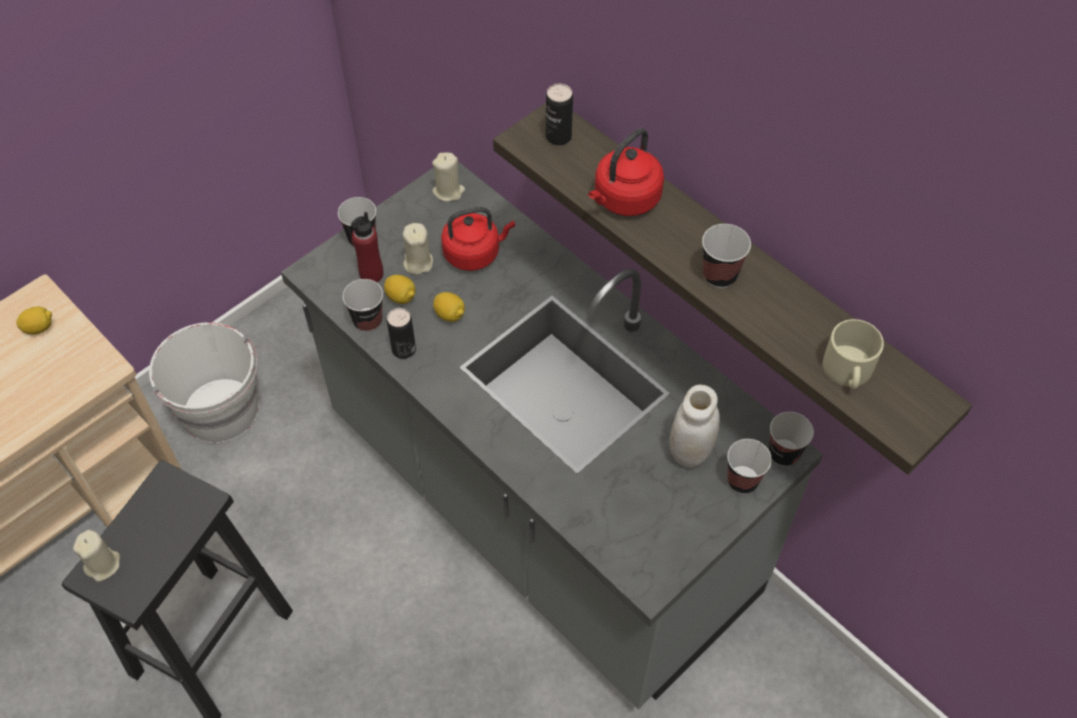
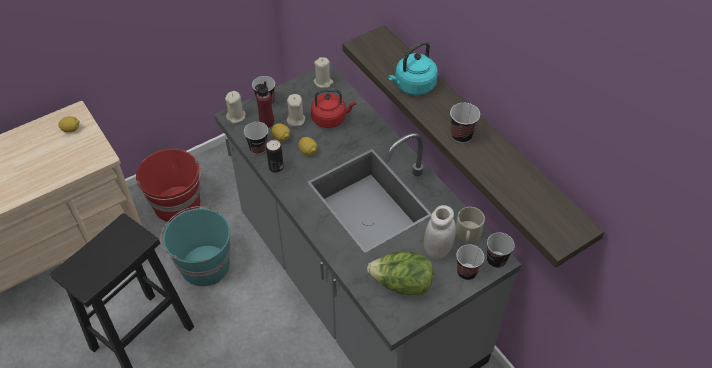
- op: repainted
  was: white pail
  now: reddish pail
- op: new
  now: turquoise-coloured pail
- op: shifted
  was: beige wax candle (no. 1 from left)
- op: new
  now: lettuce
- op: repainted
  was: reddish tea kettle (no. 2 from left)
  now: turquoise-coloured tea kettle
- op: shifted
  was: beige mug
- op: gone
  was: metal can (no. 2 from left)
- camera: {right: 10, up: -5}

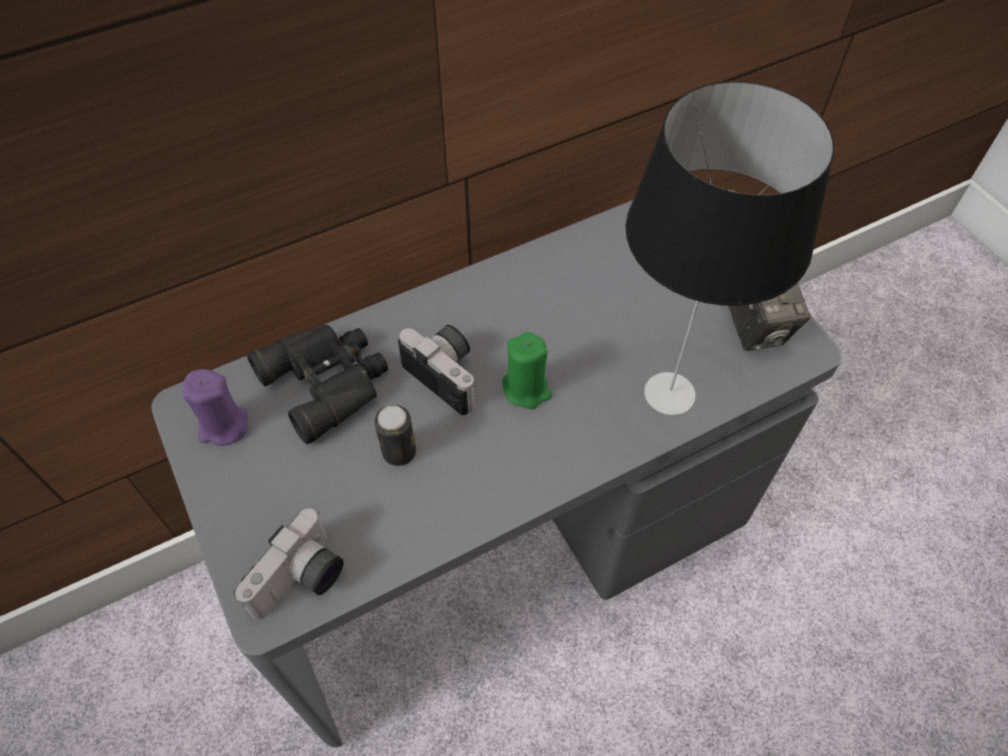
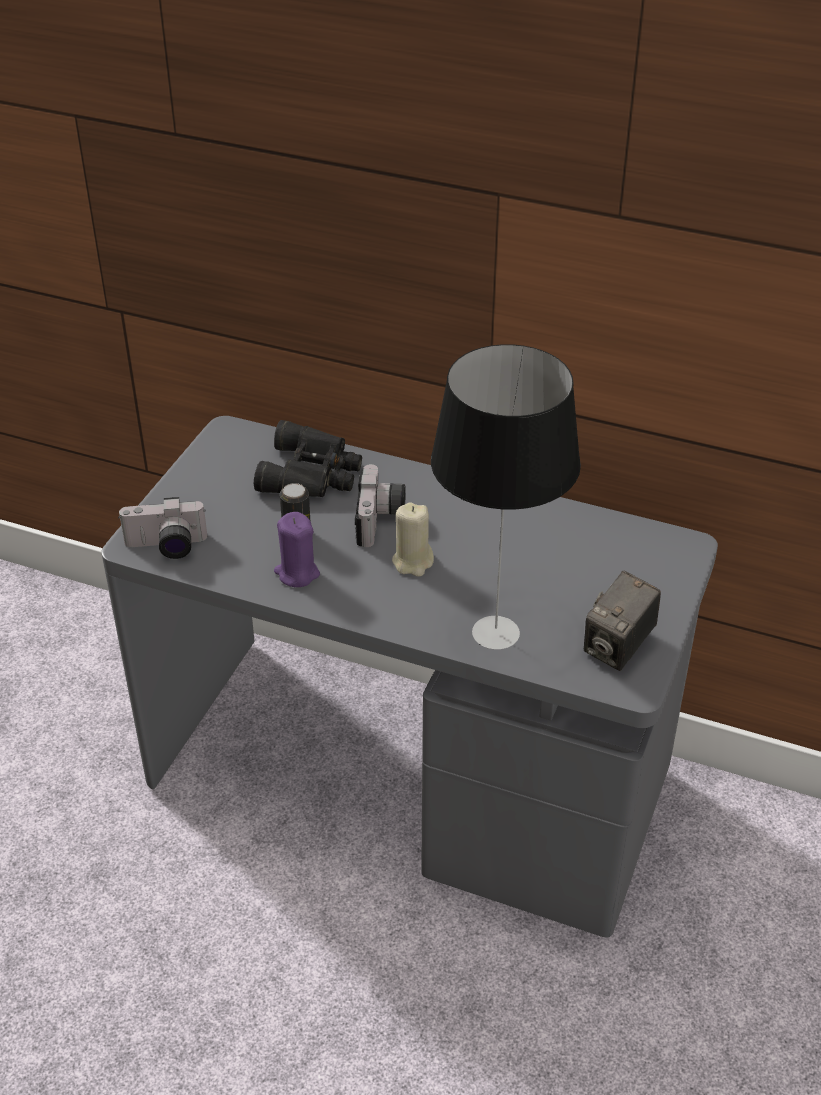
- op: shifted
  was: purplish wax candle
- op: repainted
  was: greenish wax candle
  now: beige wax candle
- camera: {right: 50, up: -15}

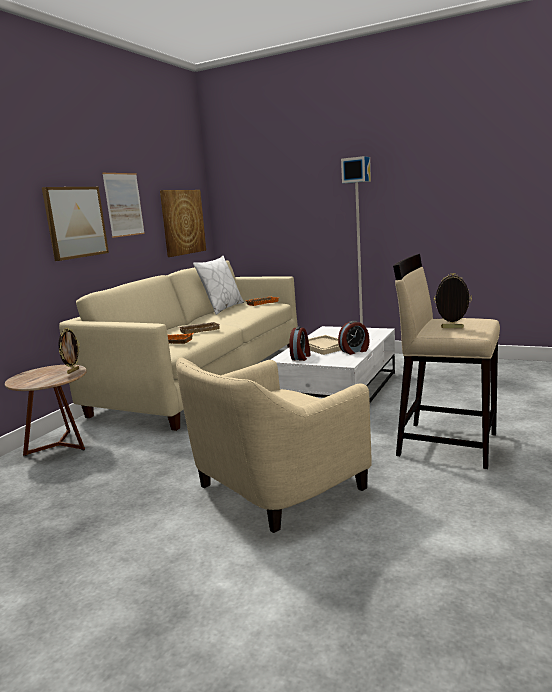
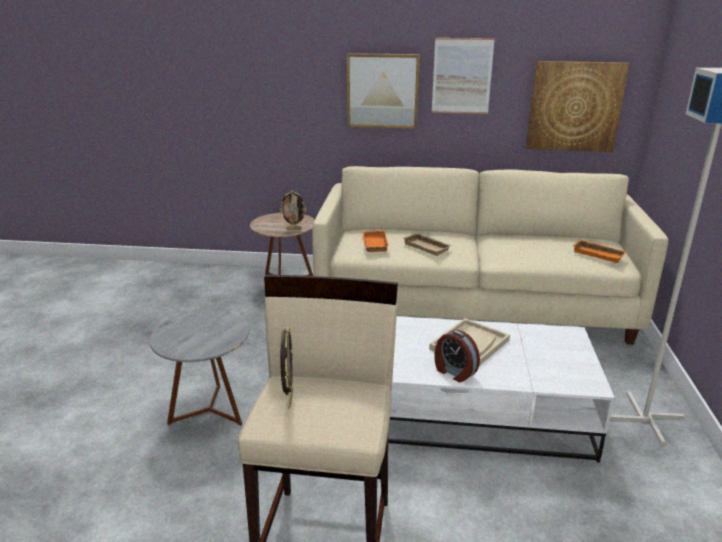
- op: swapped
  was: beige easy chair
  now: greyish side table
- op: gone
  was: white cushion
- op: gone
  was: alarm clock (no. 1 from left)
- camera: {right: 70, up: 10}

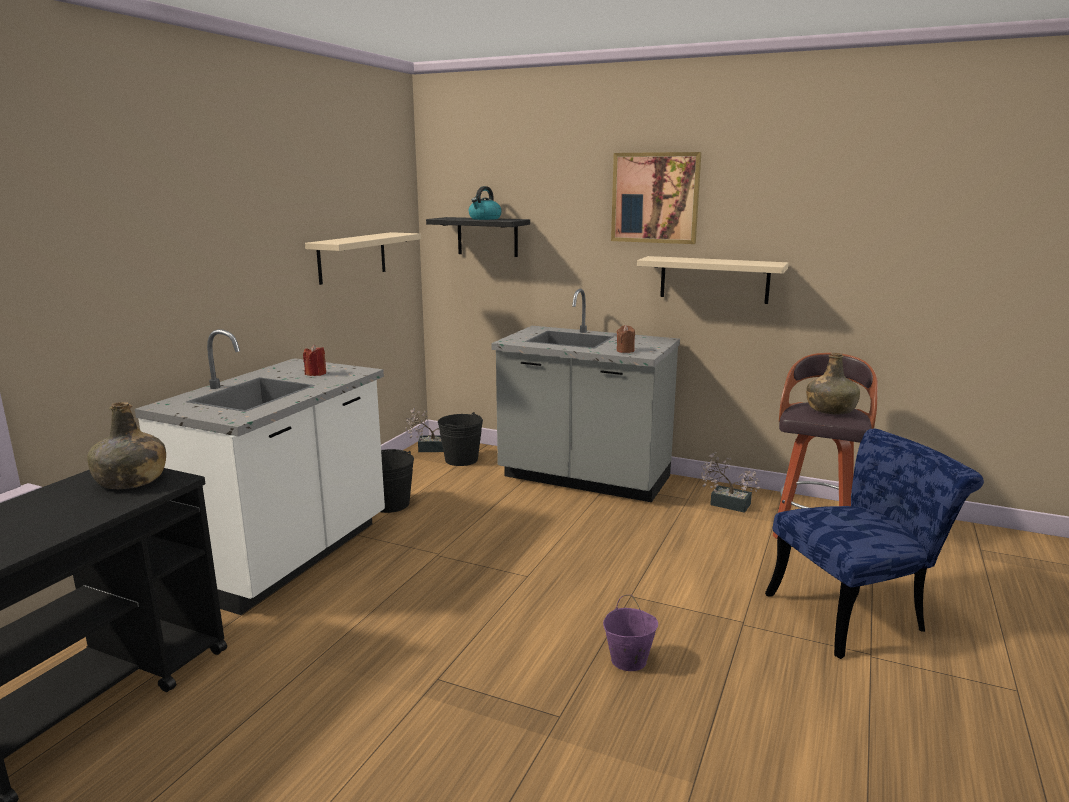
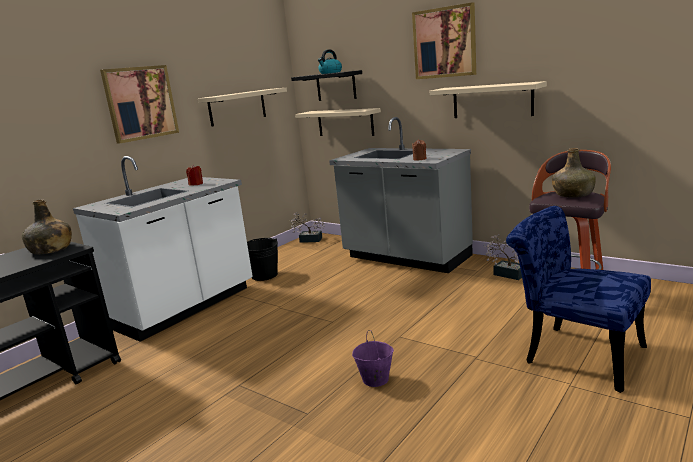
- op: new
  now: picture (no. 1 from left)
- op: new
  now: beige shelf (no. 2 from left)
- op: rotated
  was: blue-coloured plain chair
  clockwise: -135
- op: gone
  was: black pail (no. 2 from left)
- camera: {right: 15, up: 0}

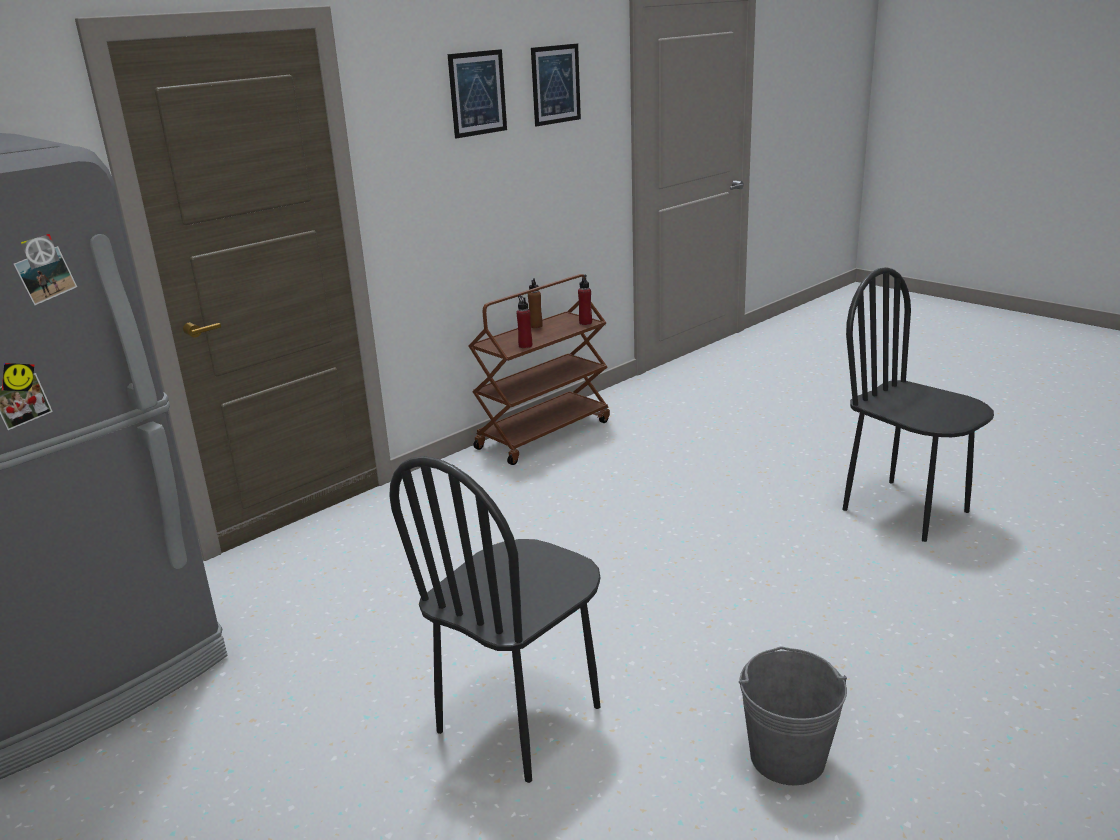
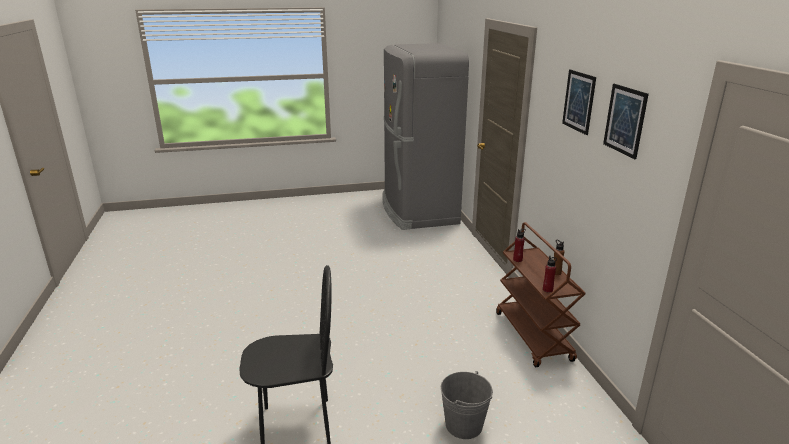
- op: shifted
  was: greyish pail
- op: gone
  was: black plain chair (no. 1 from left)
- camera: {right: 120, up: 0}

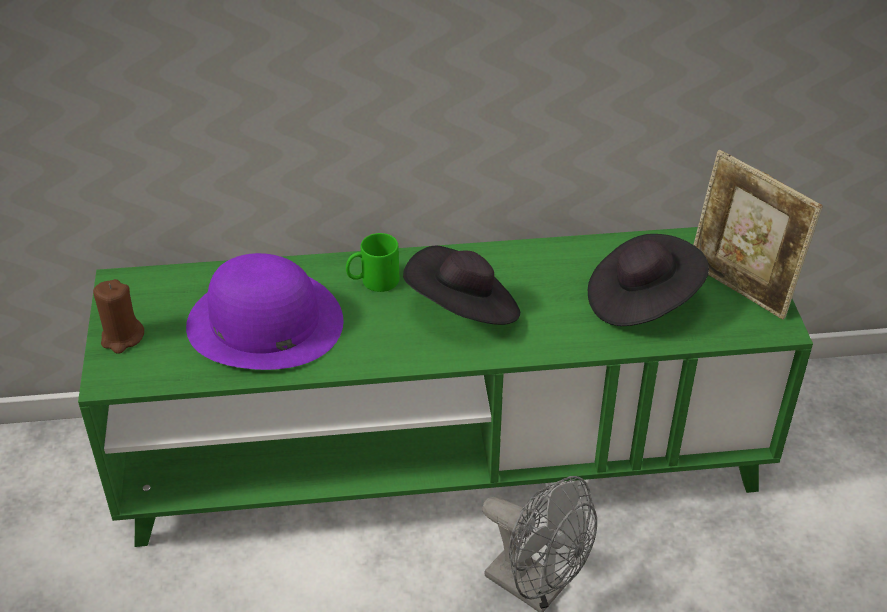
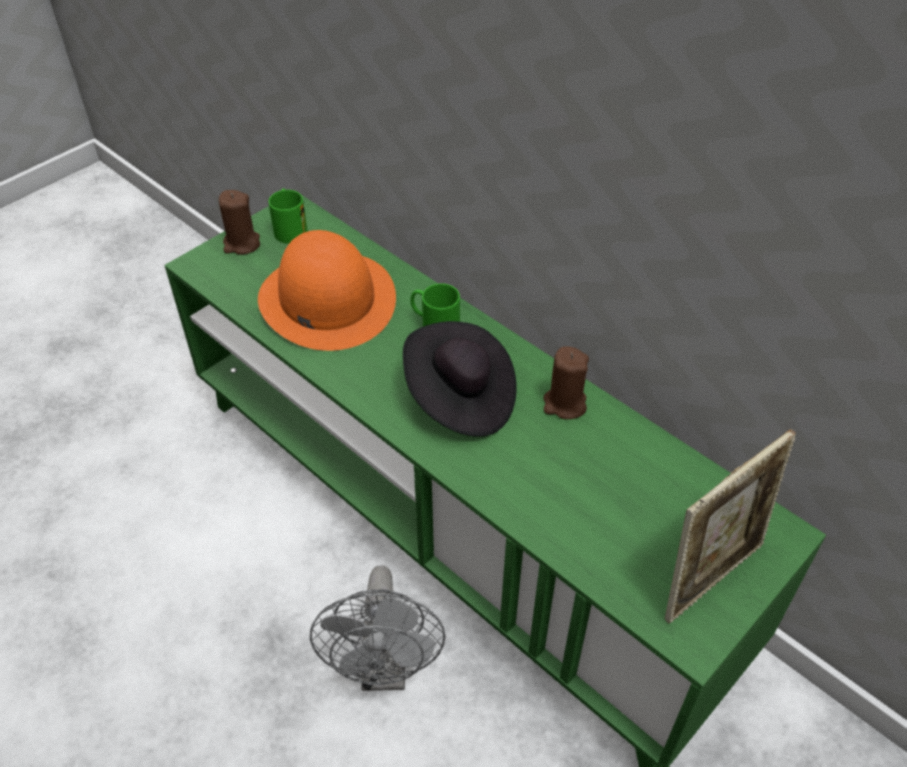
- op: repainted
  was: purplish wearable hat
  now: orange-coloured wearable hat
- op: new
  now: greenish mug (no. 1 from left)
- op: new
  now: brownish wax candle (no. 2 from left)
- op: rotated
  was: standing frame
  clockwise: -135
- op: gone
  was: black wearable hat (no. 2 from left)
- camera: {right: 50, up: 5}

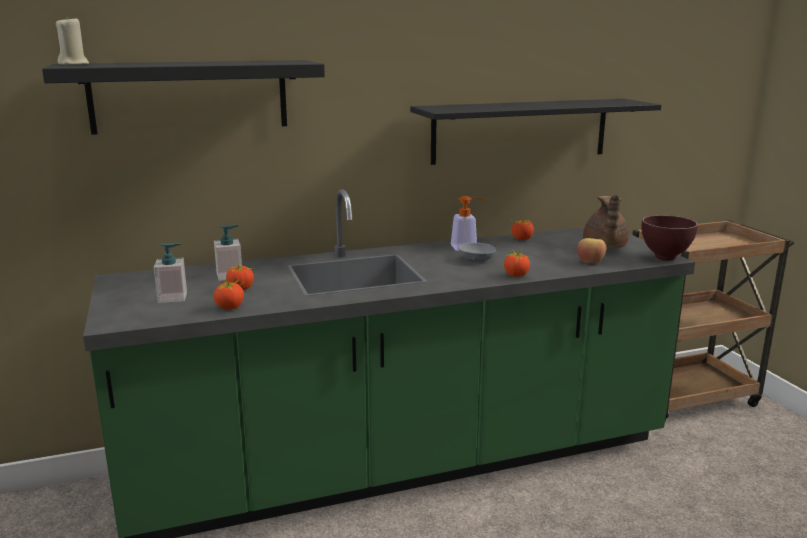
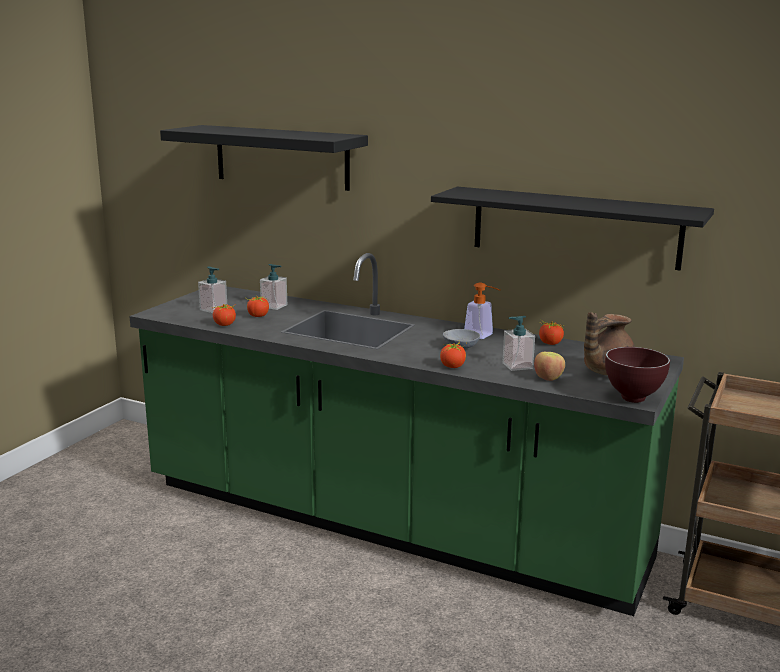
- op: new
  now: soap dispenser (no. 4 from left)
- op: gone
  was: beige wax candle
- camera: {right: 45, up: 0}

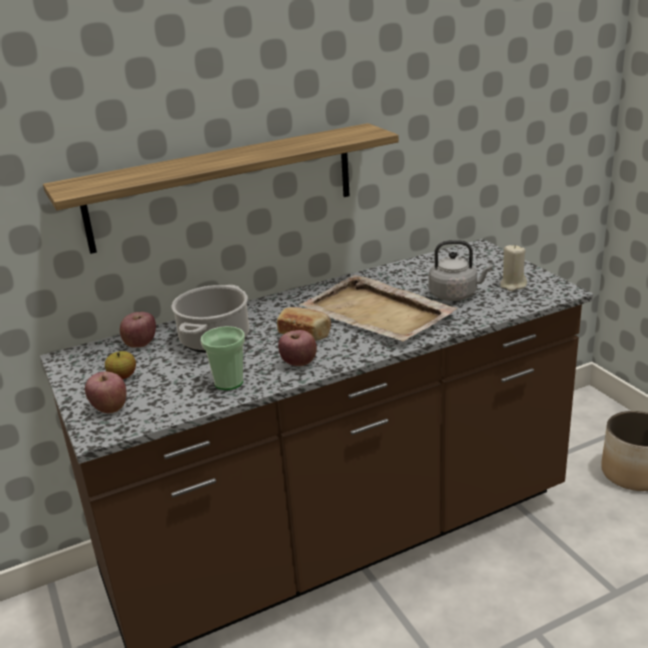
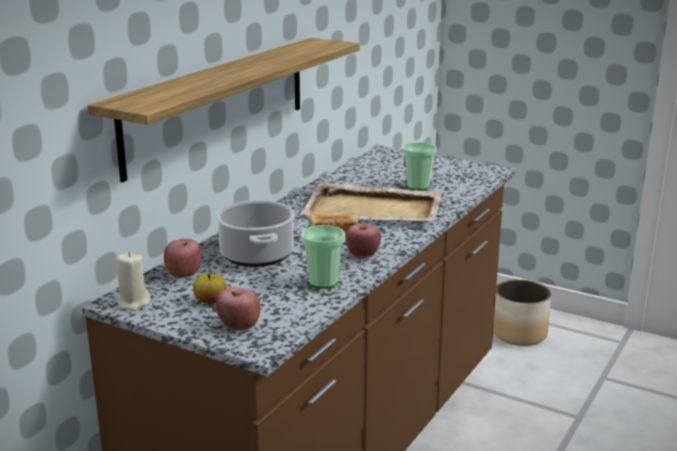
- op: shifted
  was: beige wax candle
- op: swapped
  was: greyish tea kettle
  now: small cup (no. 2 from left)
- camera: {right: -35, up: -5}

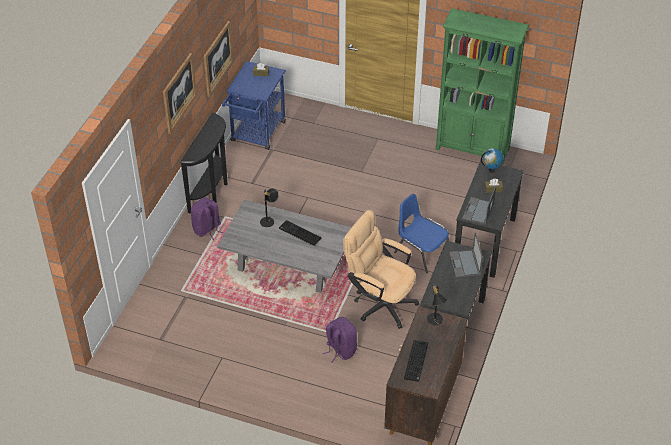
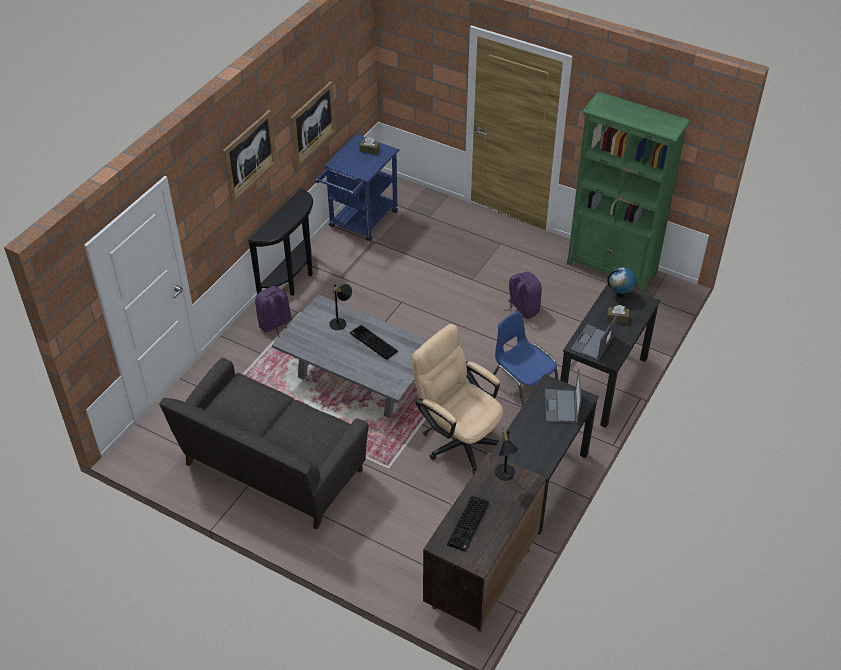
- op: new
  now: greyish settee
- op: shifted
  was: purplish backpack (no. 2 from left)
- camera: {right: 10, up: 0}

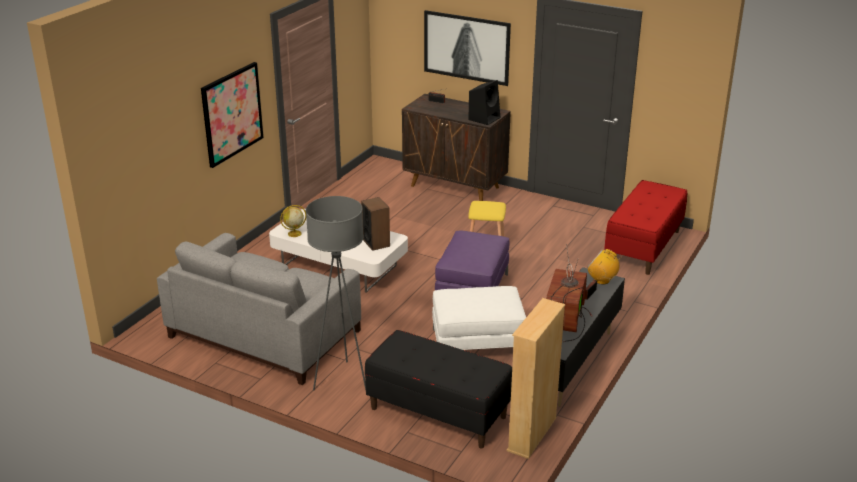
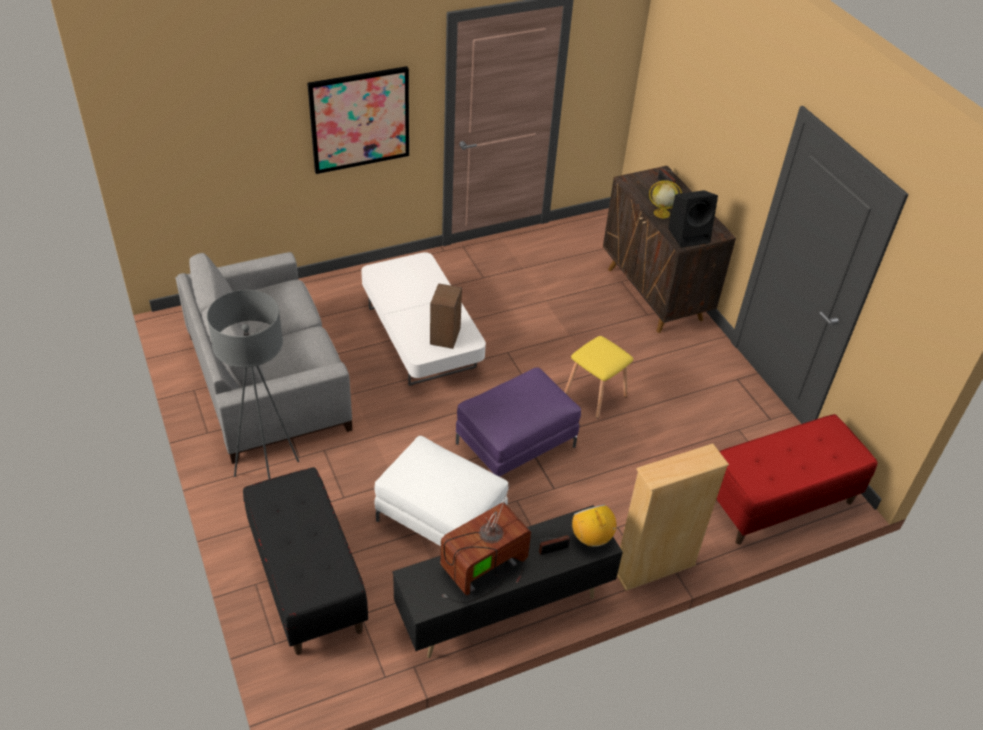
- op: shifted
  was: beige shelving unit
- op: shifted
  was: globe
- op: gone
  was: picture (no. 2 from left)
- camera: {right: 35, up: 15}

